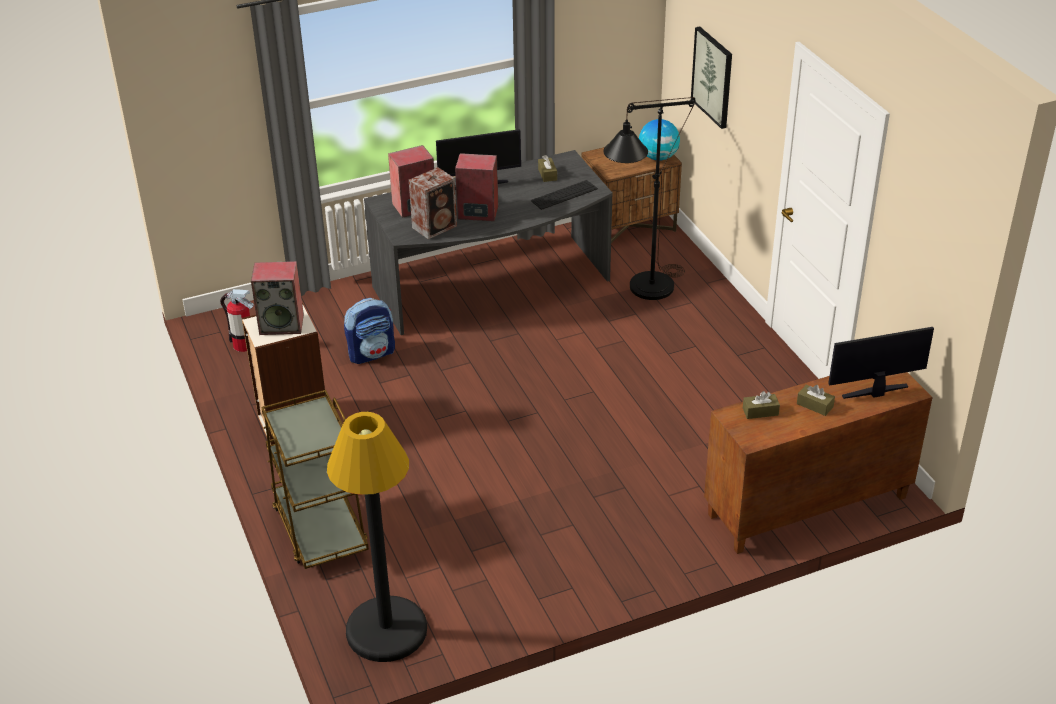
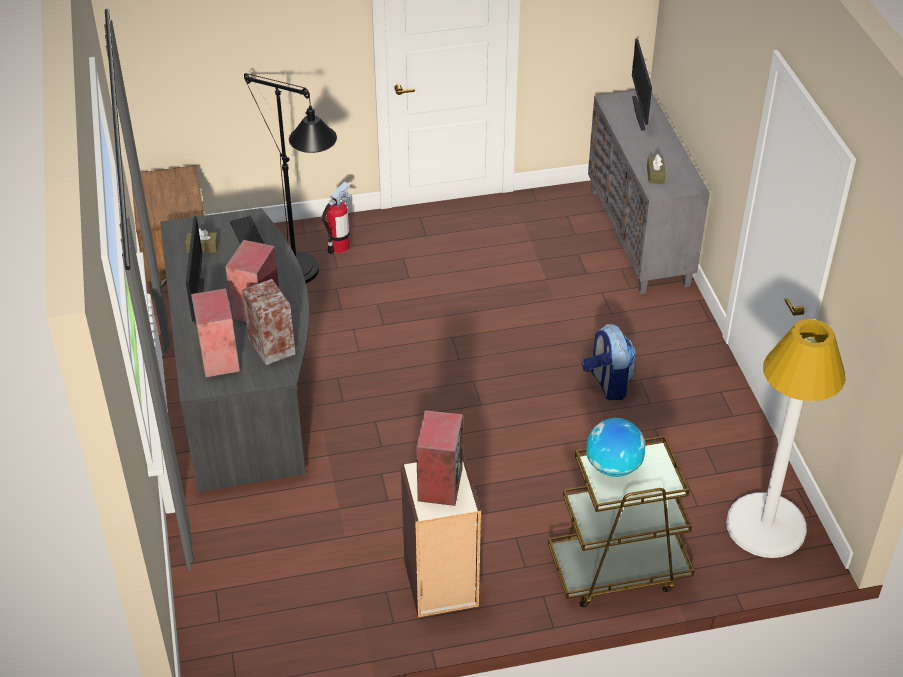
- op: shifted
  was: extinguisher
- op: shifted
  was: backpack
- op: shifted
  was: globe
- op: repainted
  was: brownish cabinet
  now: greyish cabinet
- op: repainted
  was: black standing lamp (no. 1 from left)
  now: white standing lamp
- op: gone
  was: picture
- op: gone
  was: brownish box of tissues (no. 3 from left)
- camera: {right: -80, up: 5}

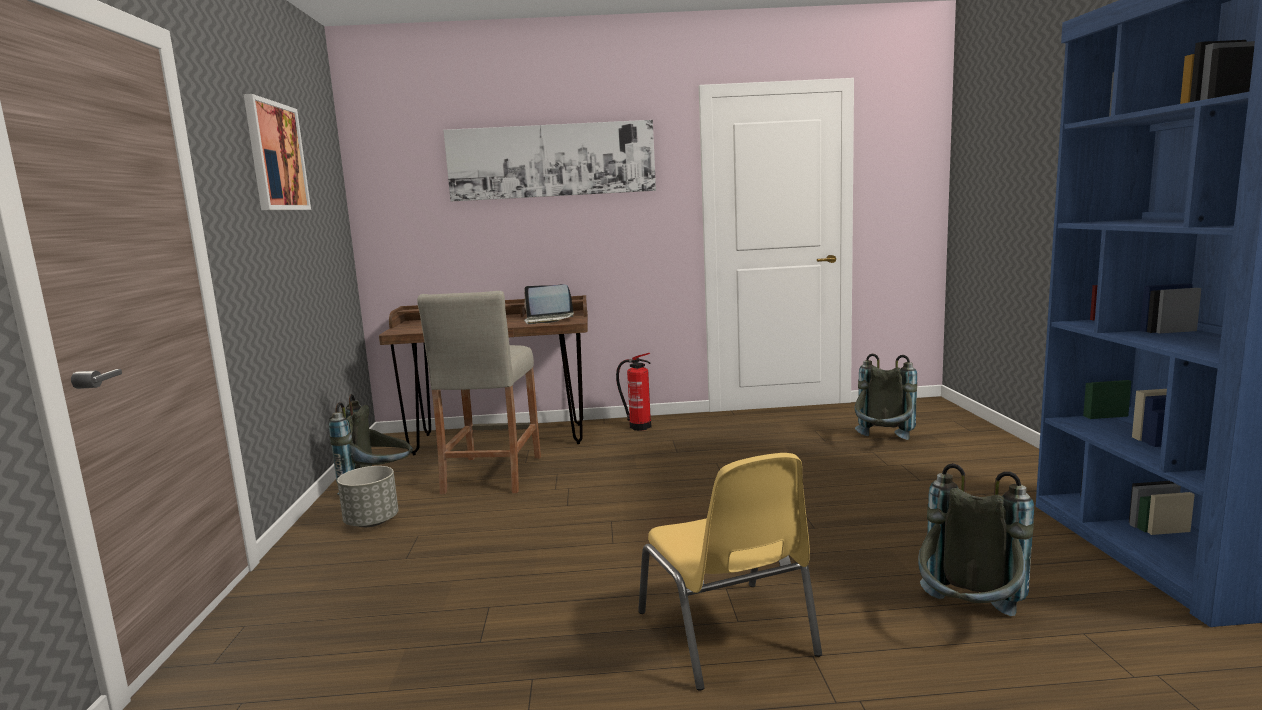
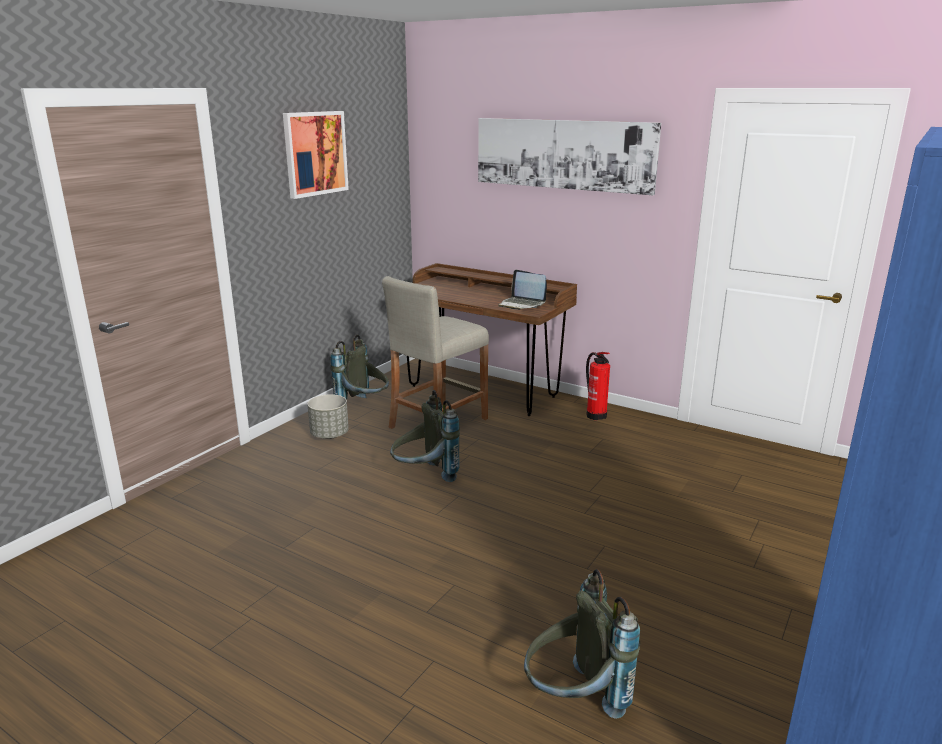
- op: shifted
  was: greyish backpack (no. 2 from left)
- op: gone
  was: yellow plain chair
- camera: {right: 35, up: 10}

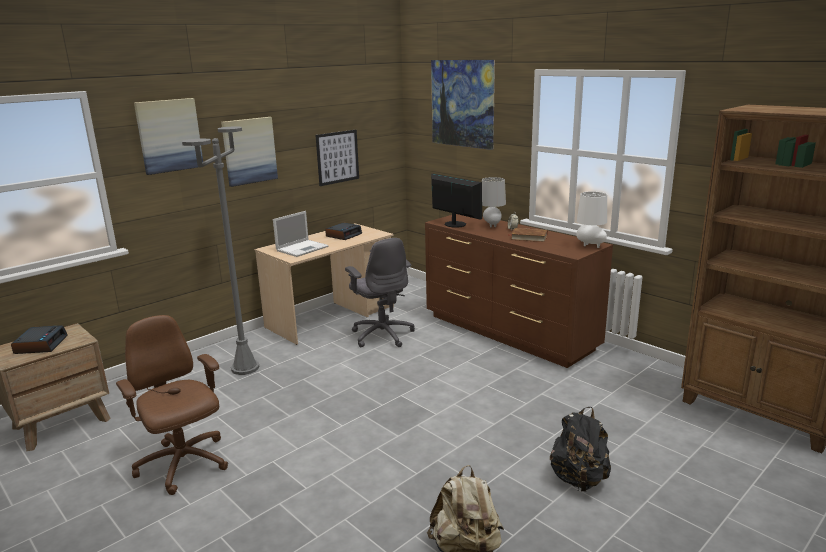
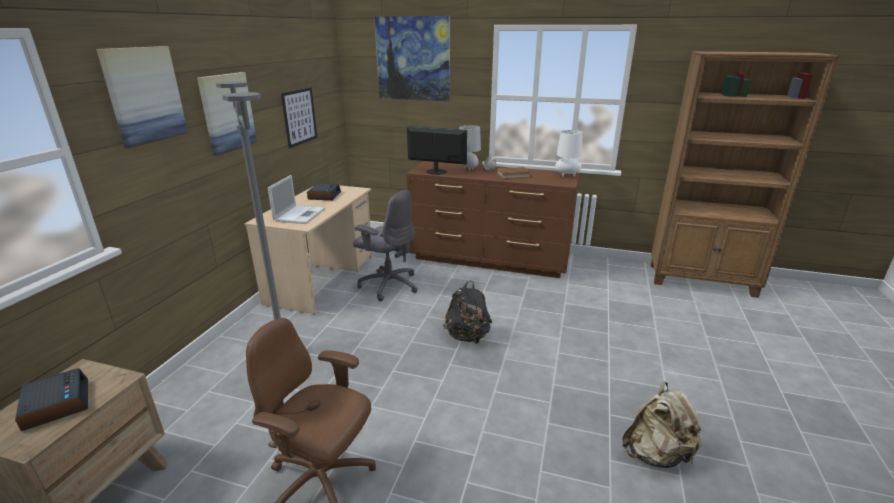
- op: shifted
  was: black backpack
- camera: {right: -30, up: 5}

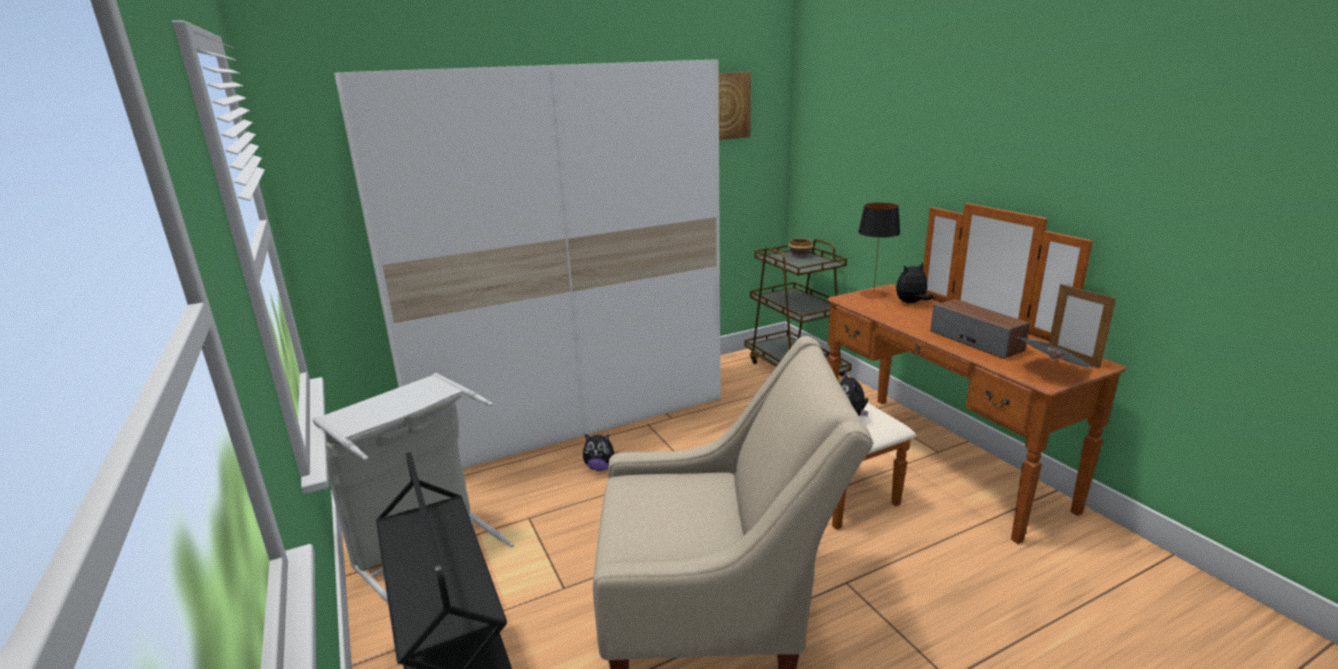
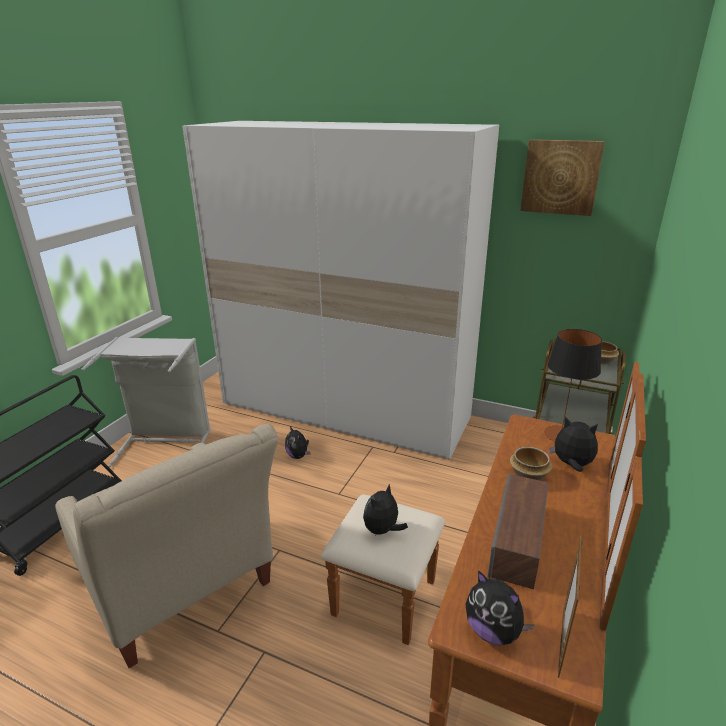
- op: swapped
  was: printed paper
  now: cuddly toy (no. 3 from left)
- op: new
  now: deep dish (no. 1 from left)
- camera: {right: 50, up: 5}

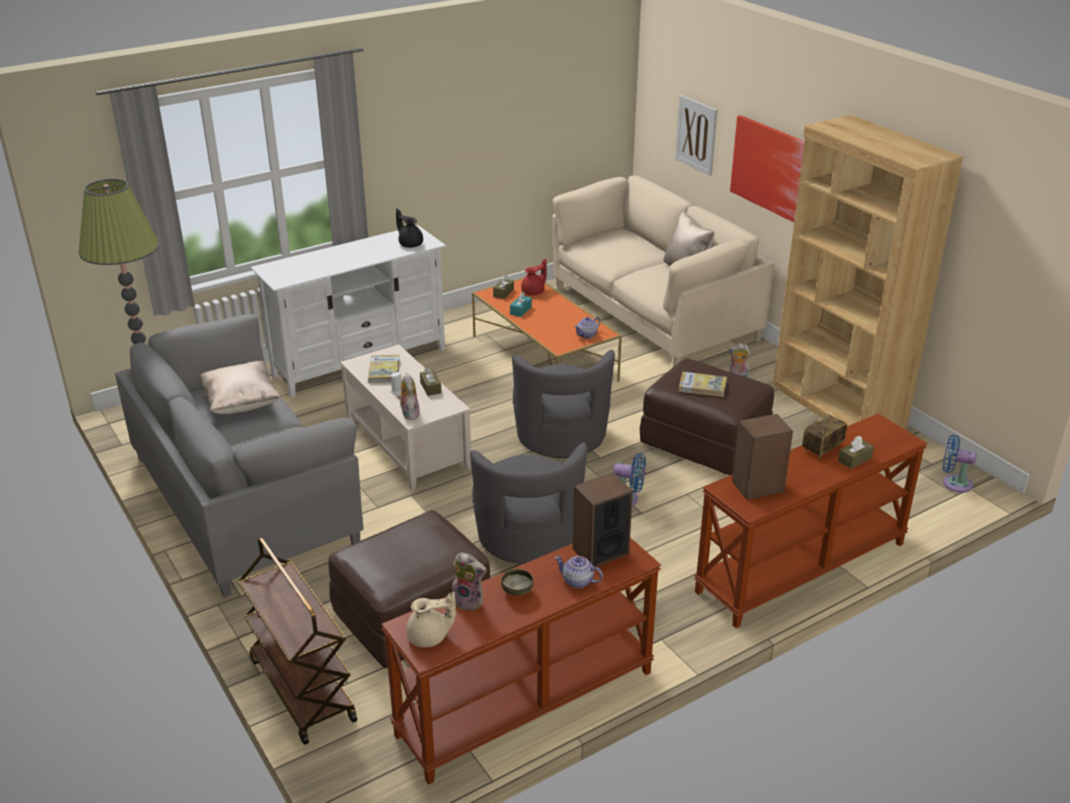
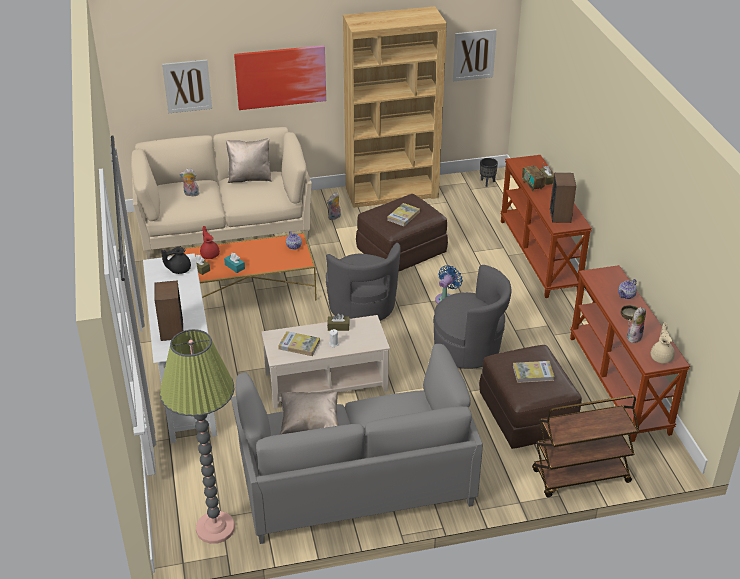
- op: shifted
  was: loudspeaker (no. 1 from left)
- op: shifted
  was: cuddly toy (no. 1 from left)
- op: rotated
  was: greyish easy chair (no. 2 from left in the first image)
  clockwise: 60
- op: new
  now: picture (no. 3 from left)
- op: swapped
  was: blue-coloured fan (no. 2 from left)
  now: black flower pot
- op: new
  now: book (no. 3 from left)
- camera: {right: -70, up: 5}

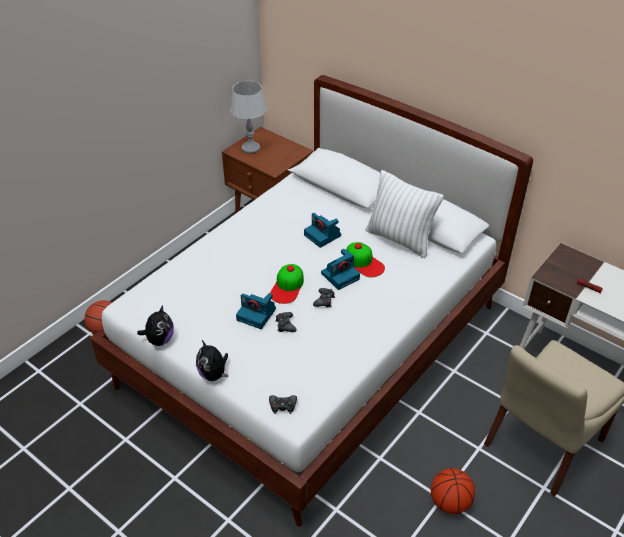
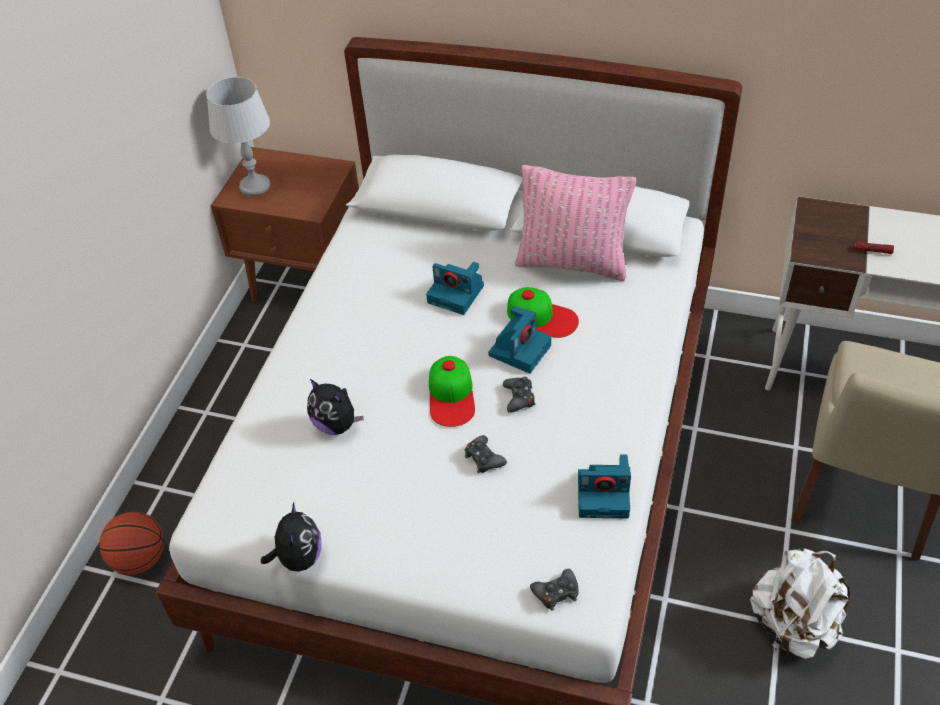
- op: shifted
  was: cuddly toy (no. 2 from left)
- op: repainted
  was: white cushion
  now: pink cushion
- op: shifted
  was: photo camera (no. 1 from left in the first image)
  now: photo camera (no. 3 from left)
- op: swapped
  was: ball for basketball (no. 2 from left)
  now: white backpack
- camera: {right: -20, up: 5}

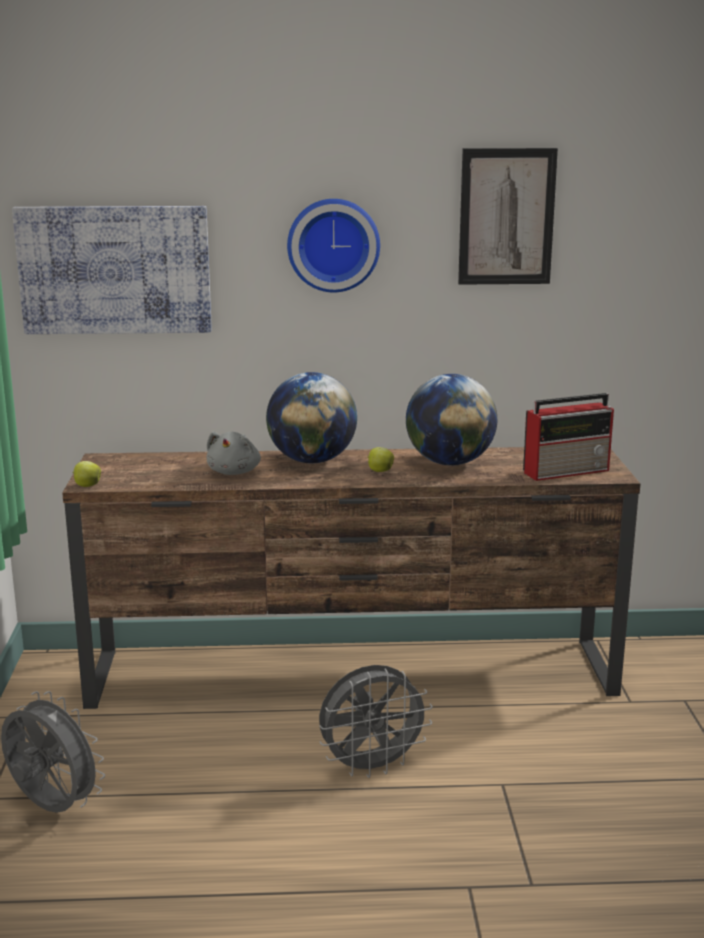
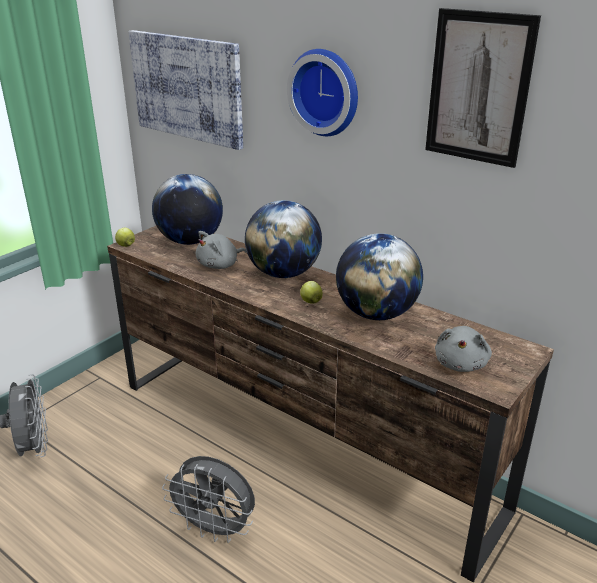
- op: new
  now: globe (no. 1 from left)
- op: swapped
  was: radio
  now: greyish cuddly toy (no. 2 from left)
- camera: {right: 40, up: 10}

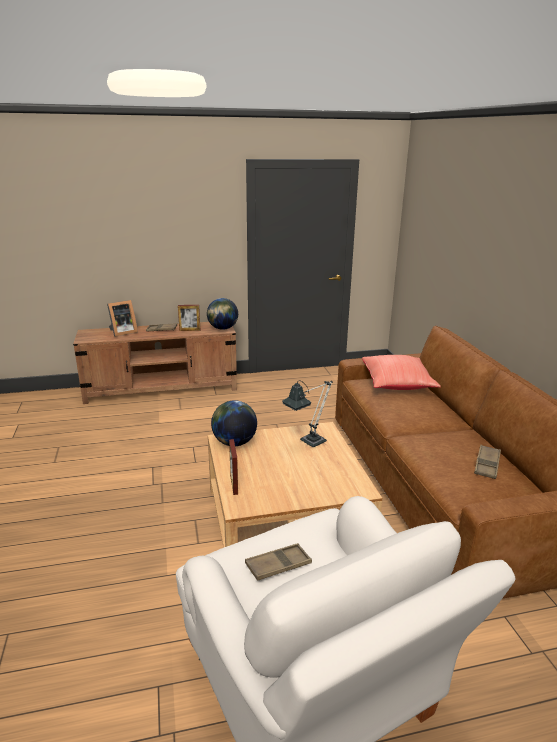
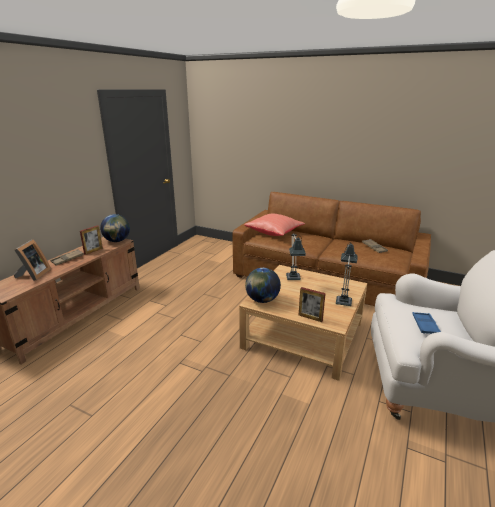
- op: new
  now: lamp for a table (no. 2 from left)
- op: repainted
  was: brownish serving tray (no. 2 from left)
  now: blue-coloured serving tray
- camera: {right: -50, up: 0}

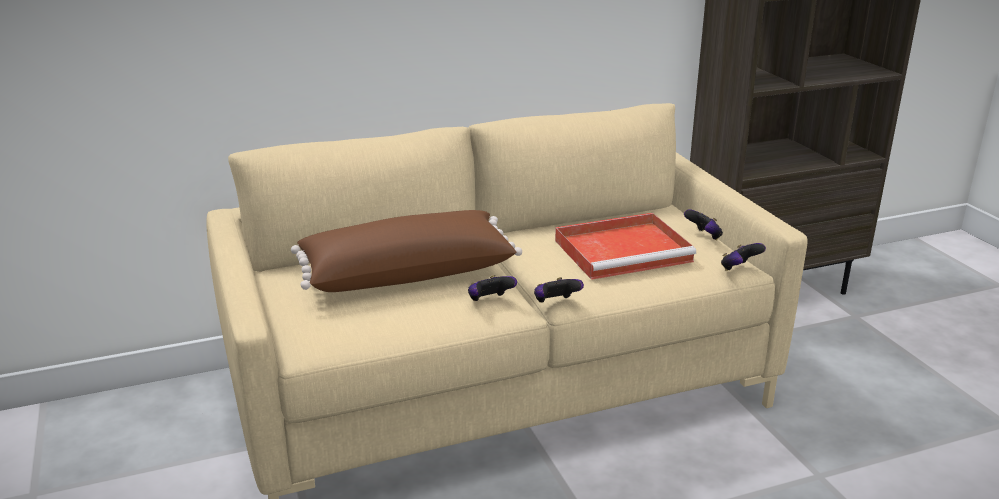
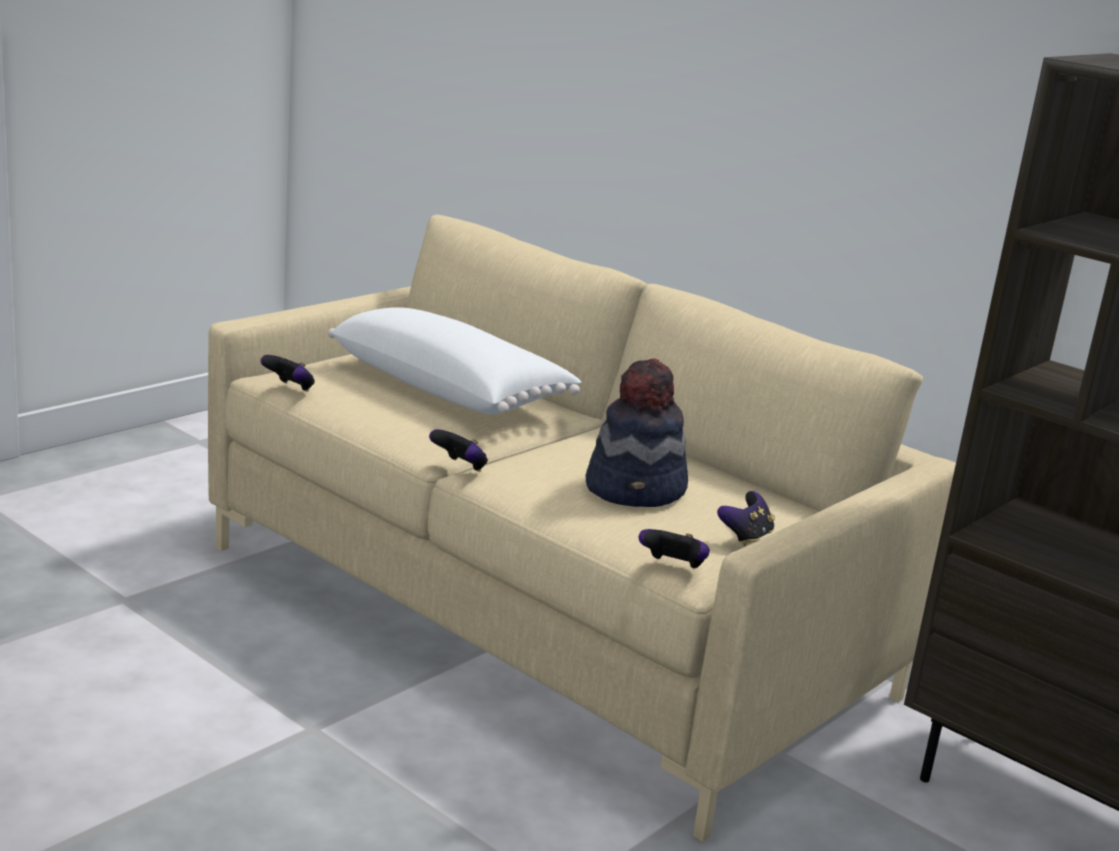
- op: shifted
  was: gamepad (no. 1 from left)
- op: repainted
  was: brownish cushion
  now: white cushion
- op: swapped
  was: reddish serving tray
  now: wearable hat
- camera: {right: 60, up: -5}

